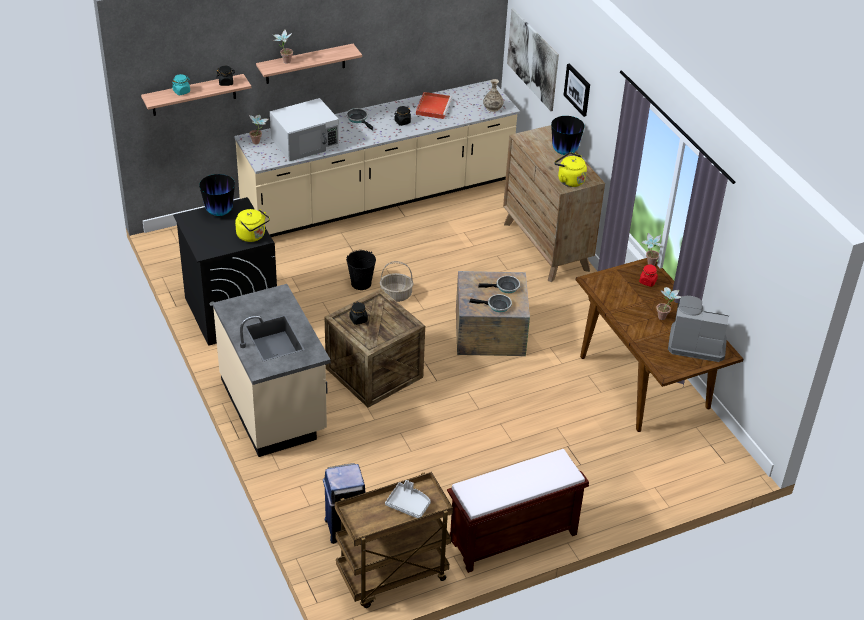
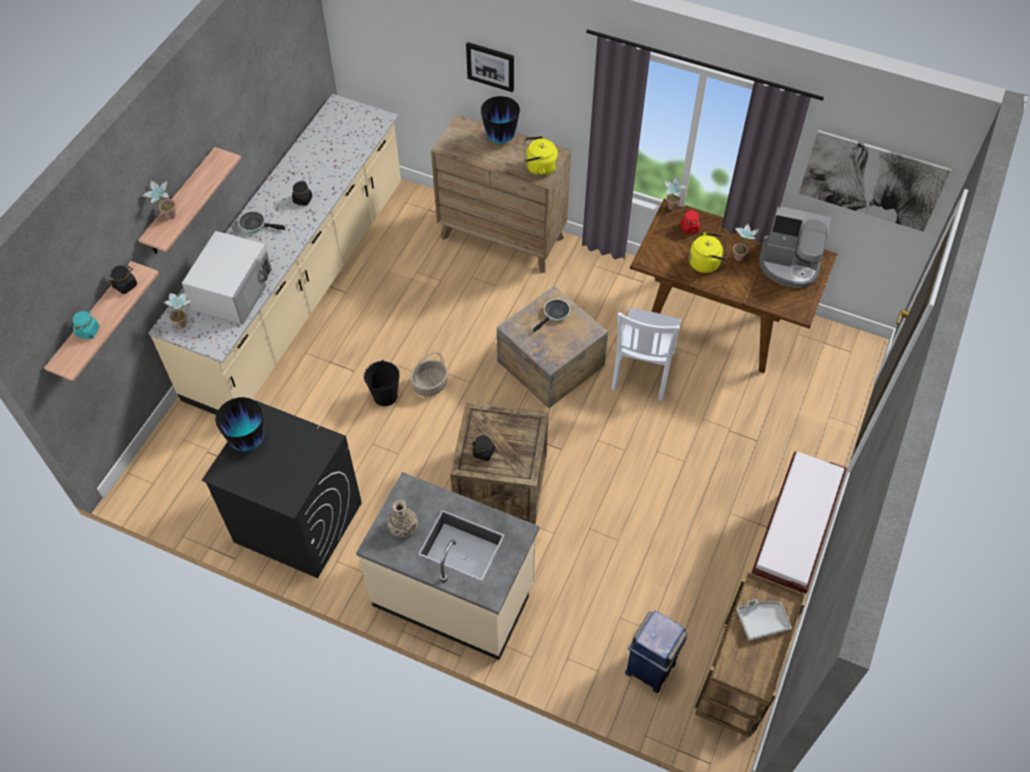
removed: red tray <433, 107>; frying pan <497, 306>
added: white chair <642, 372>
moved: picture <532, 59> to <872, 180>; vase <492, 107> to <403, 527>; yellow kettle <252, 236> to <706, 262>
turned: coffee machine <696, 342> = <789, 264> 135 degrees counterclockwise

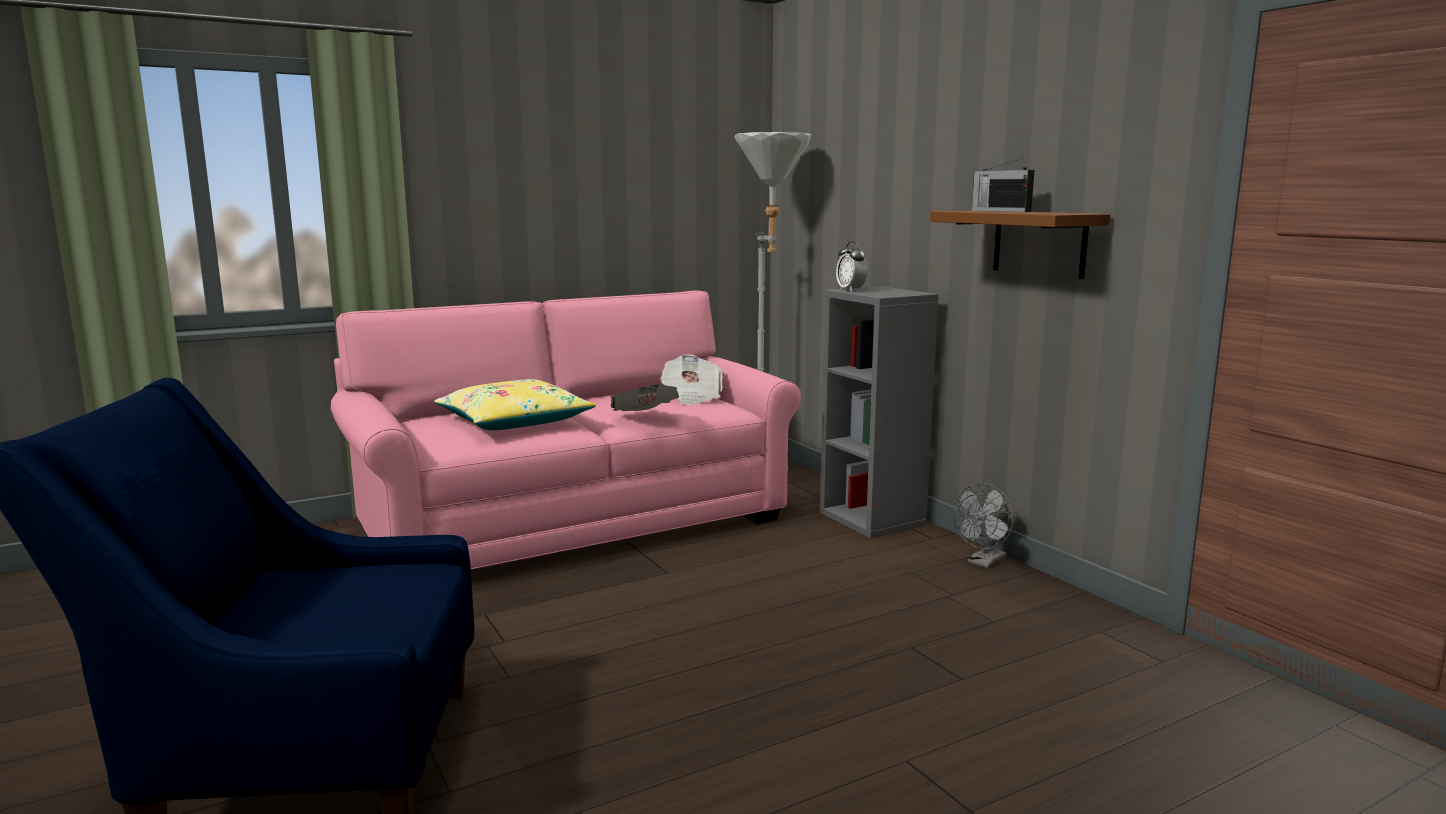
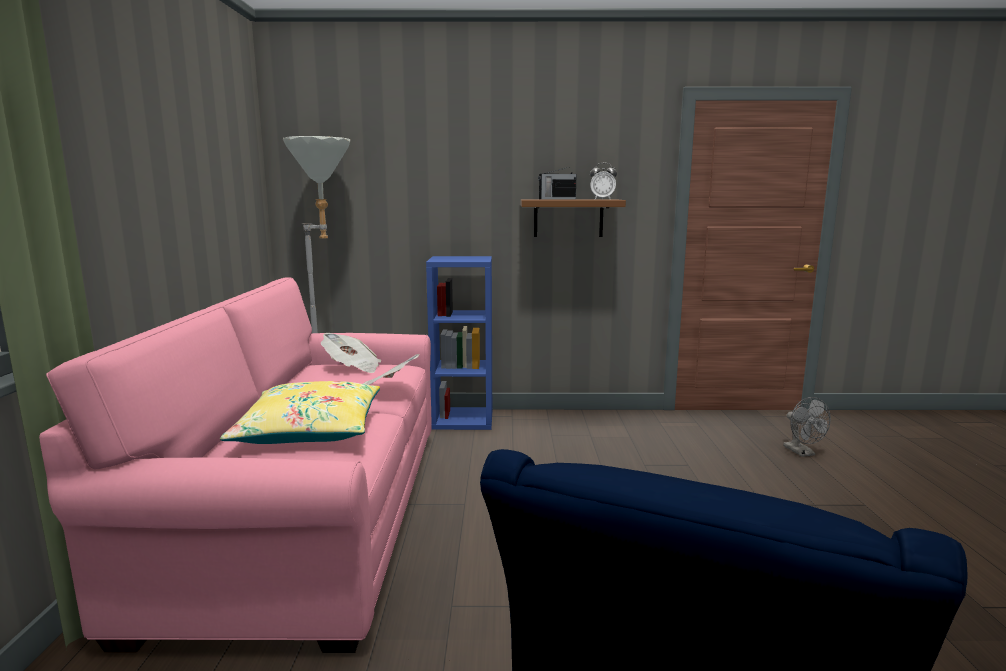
moved: alarm clock <851, 290> to <602, 199>; grey fan <984, 562> to <802, 453>
recoloured: grey bookcase <873, 519> to blue bookcase <463, 420>

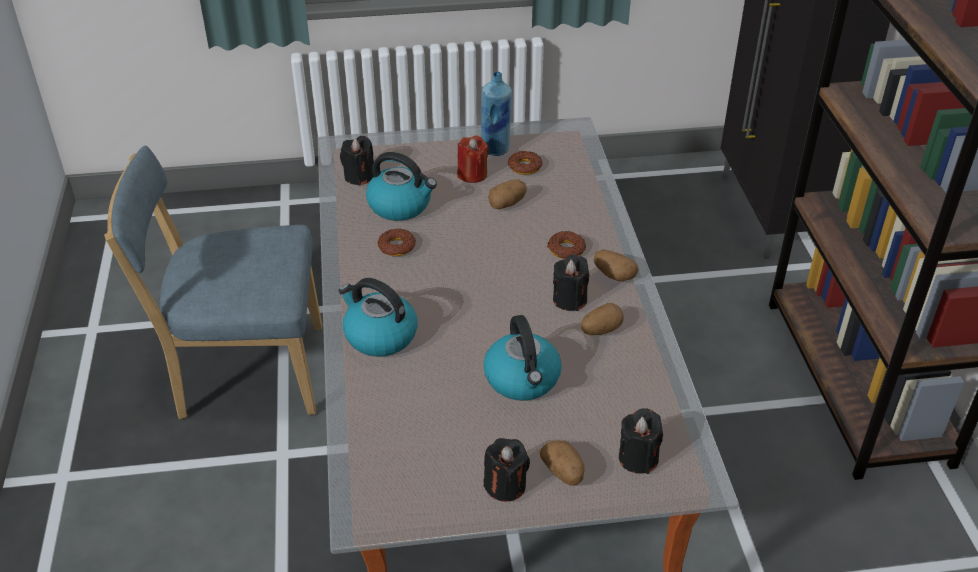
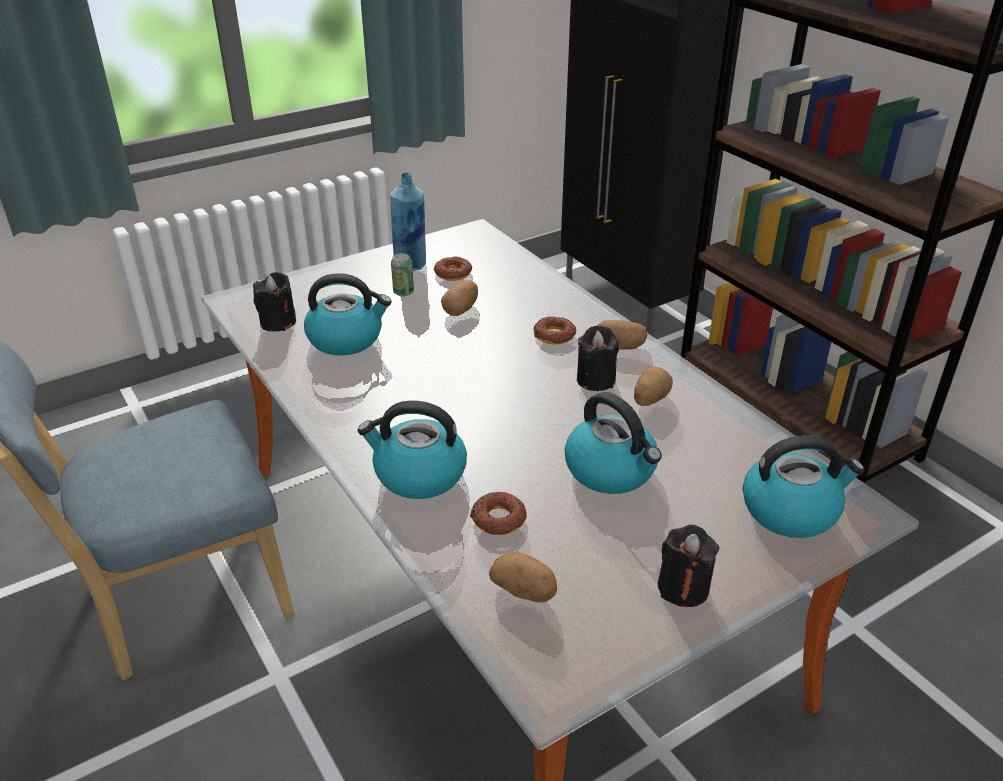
moved: donut <396, 247> to <498, 519>; potato <563, 472> to <524, 591>
replaced: red candle <472, 174> to can <403, 292>; black candle <638, 458> to kettle <791, 510>

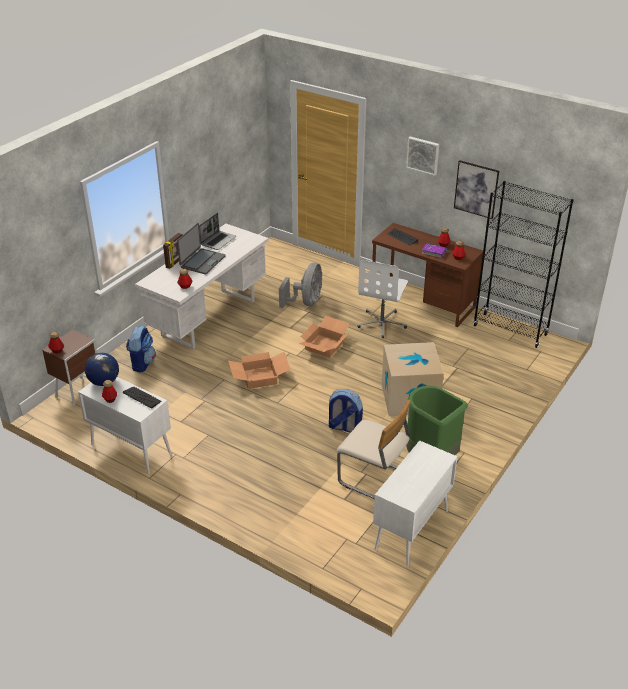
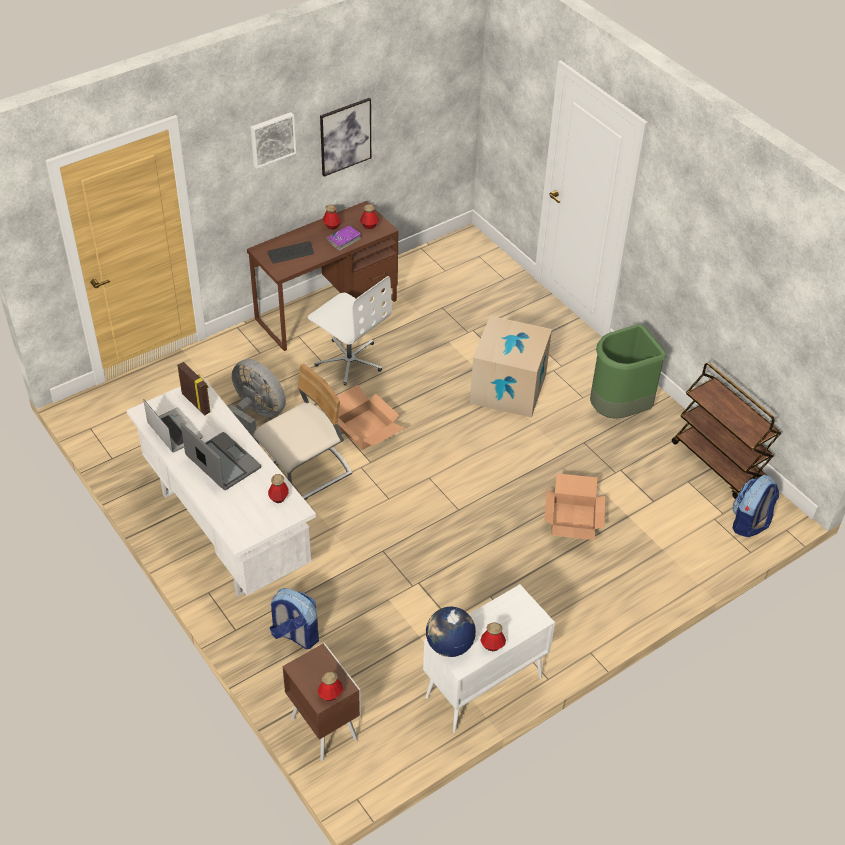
removed: black bookcase <510, 330>; keyboard <142, 397>
moved: picture frame <175, 262> to <196, 403>; cardboard box <259, 378> to <573, 521>; backpack <344, 427> to <749, 523>; beige chair <375, 480> to <306, 472>
replaced: white cabinet <411, 531> to brown cart <718, 463>

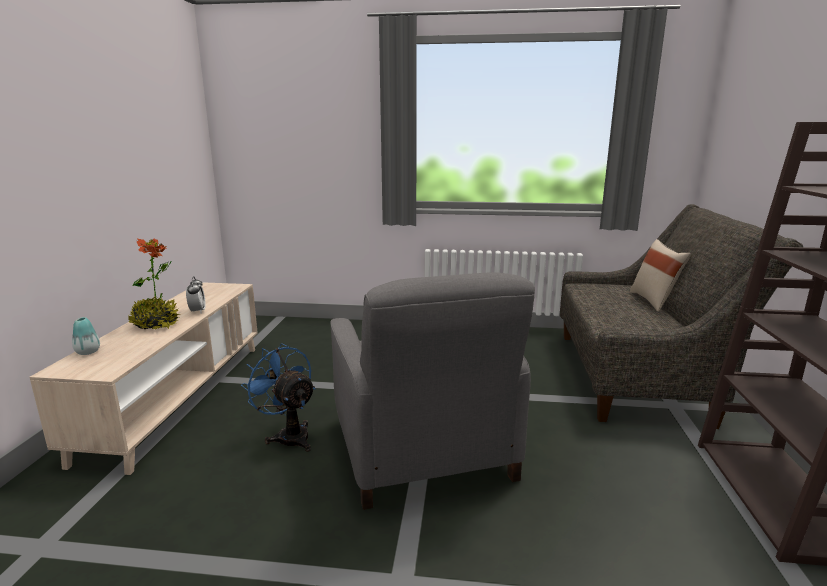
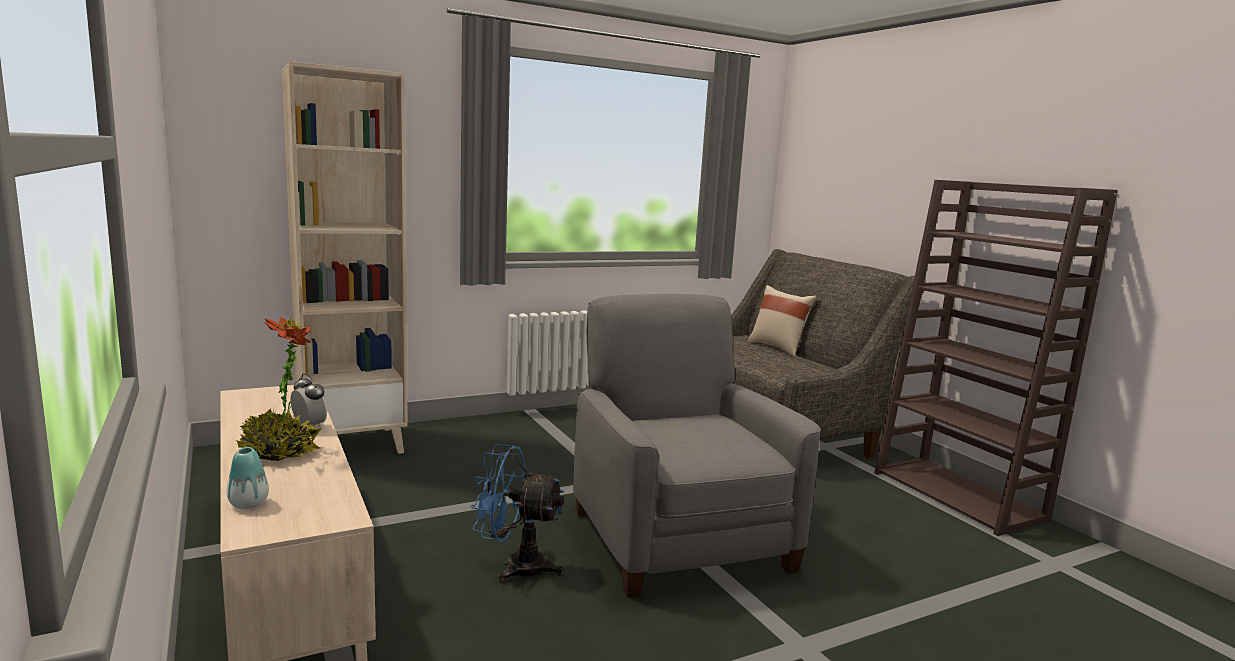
added: beige bookcase <352, 445>
turned: grey armchair <423, 450> = <678, 538> 150 degrees counterclockwise

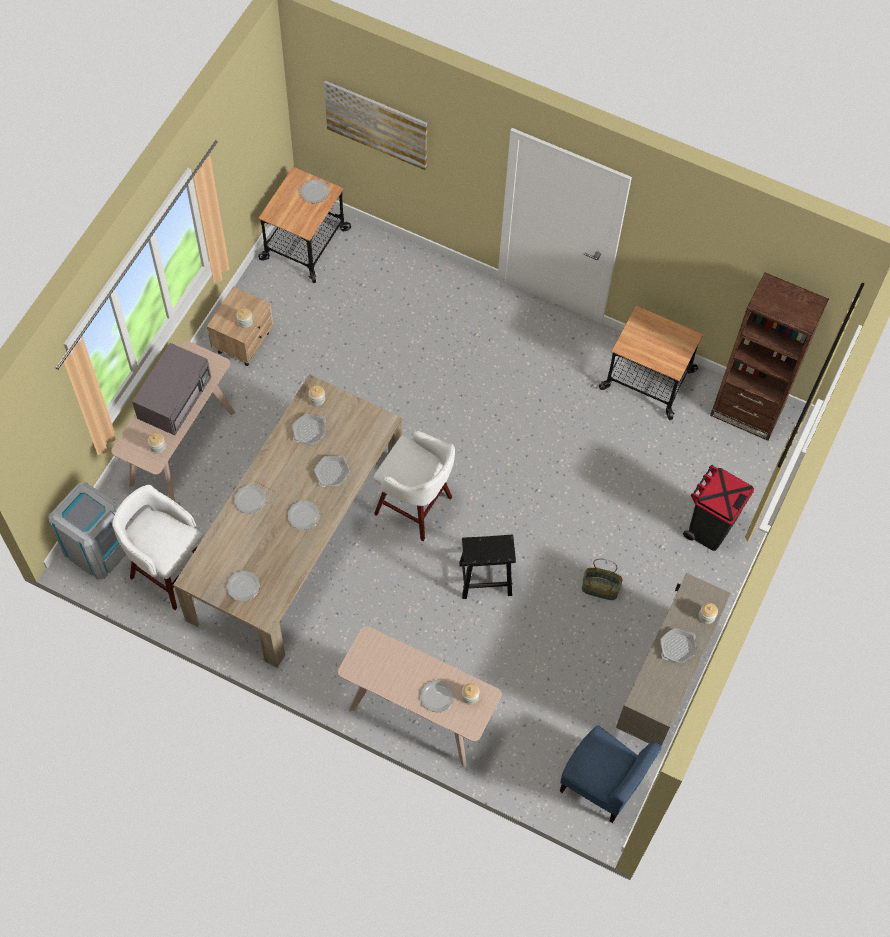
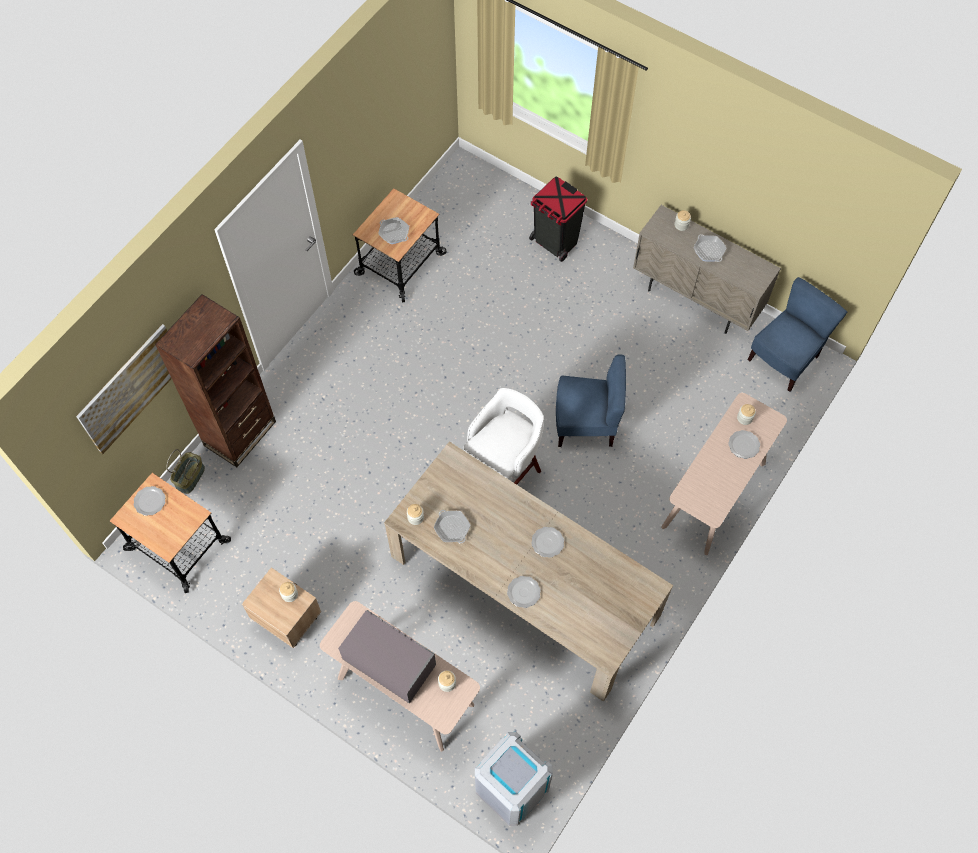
removed: white stool <169, 570>; plate <243, 586>
moved: brown bookcase <747, 411> to <240, 433>; frying pan <332, 473> to <394, 233>; basket <600, 588> to <190, 477>
replaced: black stool <484, 579> to blue chair <586, 424>

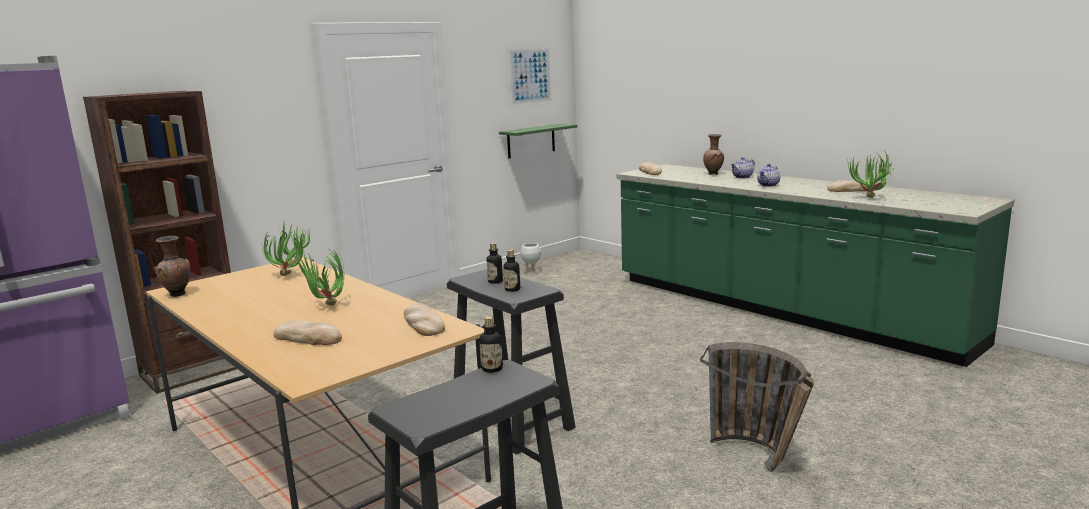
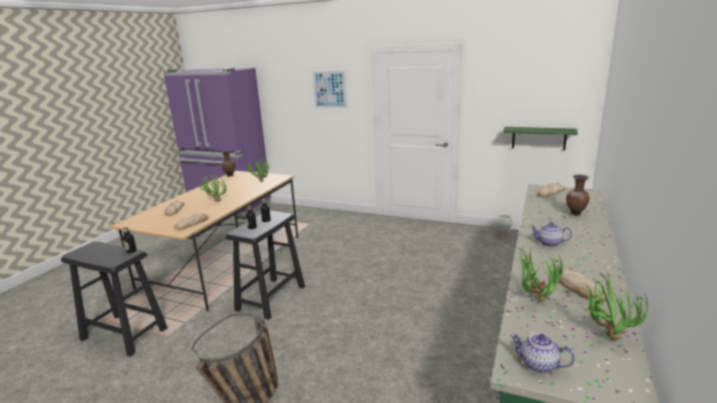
removed: brown bookcase <193, 371>
added: potted plant <605, 337>
moved: picture <530, 76> to <329, 89>; teapot <742, 177> to <538, 365>

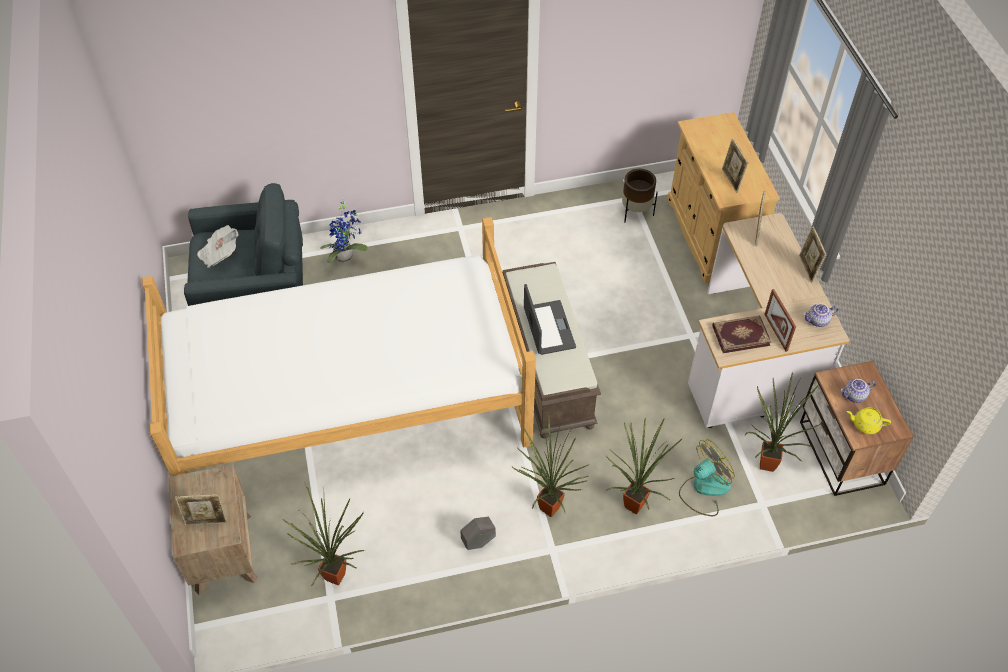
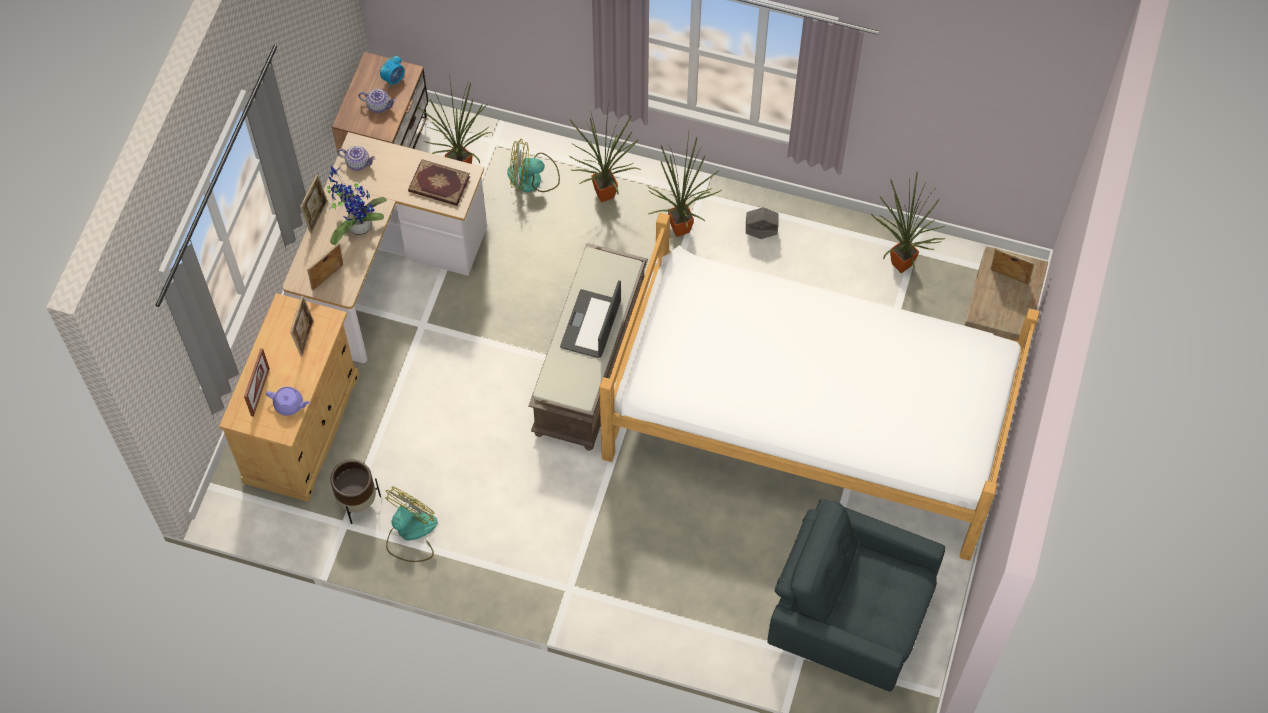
removed: newspaper <220, 254>
added: purple teapot <289, 404>; fan <410, 533>
moved: potted plant <346, 256> to <357, 225>; picture frame <775, 332> to <260, 392>
replaced: yellow teapot <865, 425> to alarm clock <394, 79>

